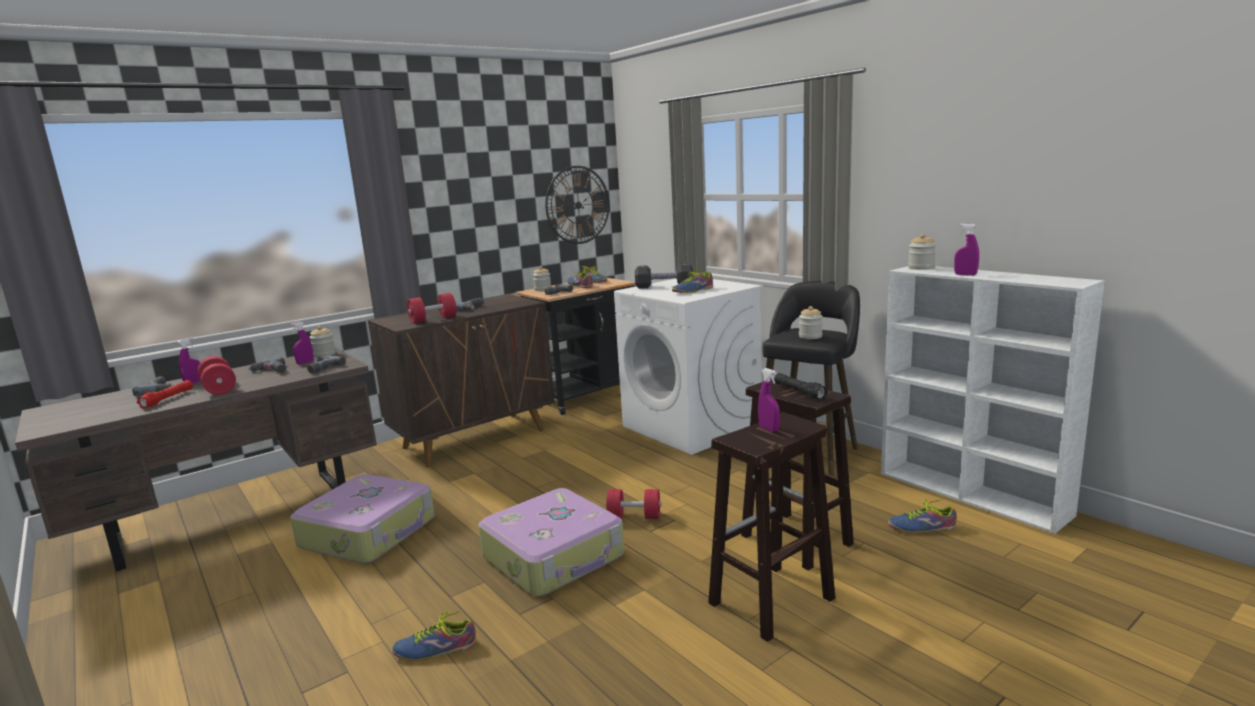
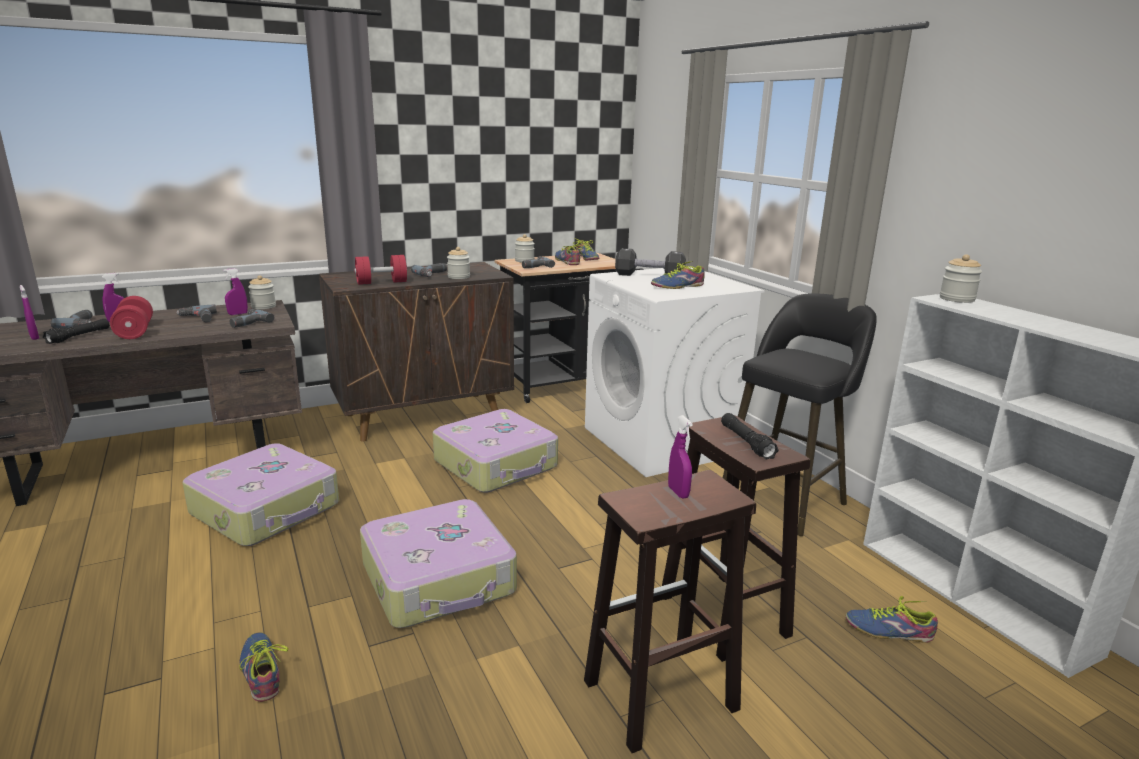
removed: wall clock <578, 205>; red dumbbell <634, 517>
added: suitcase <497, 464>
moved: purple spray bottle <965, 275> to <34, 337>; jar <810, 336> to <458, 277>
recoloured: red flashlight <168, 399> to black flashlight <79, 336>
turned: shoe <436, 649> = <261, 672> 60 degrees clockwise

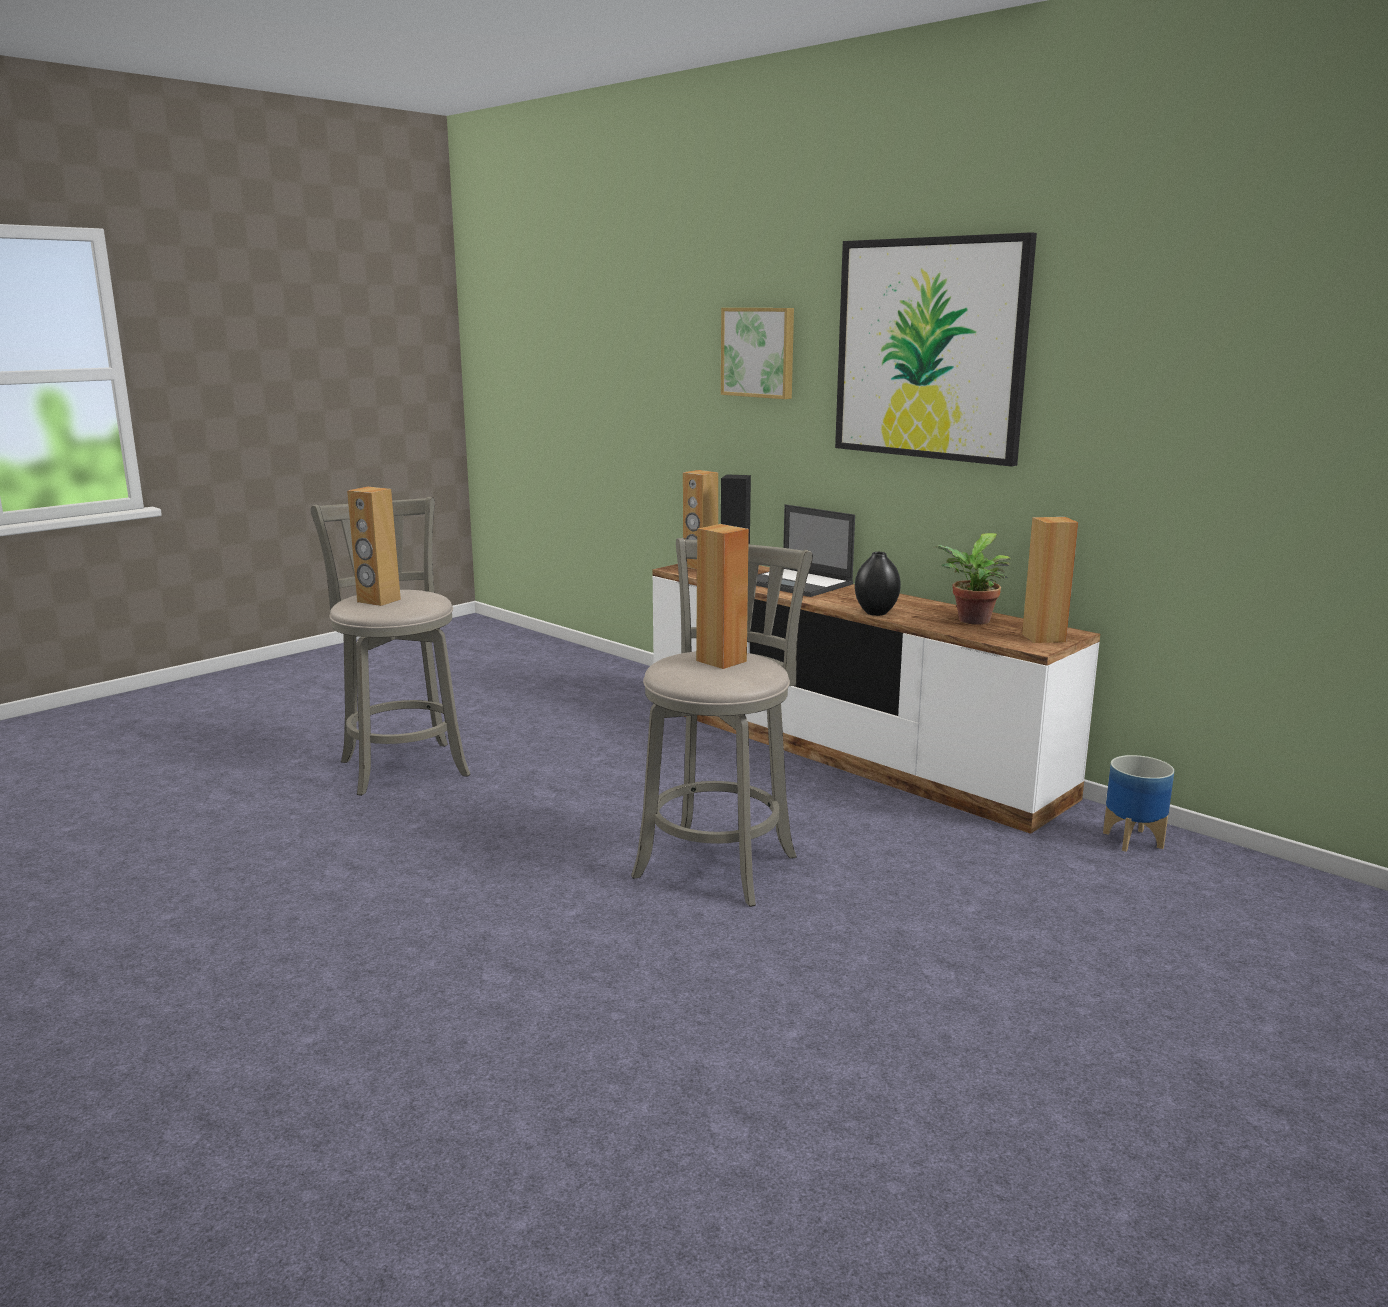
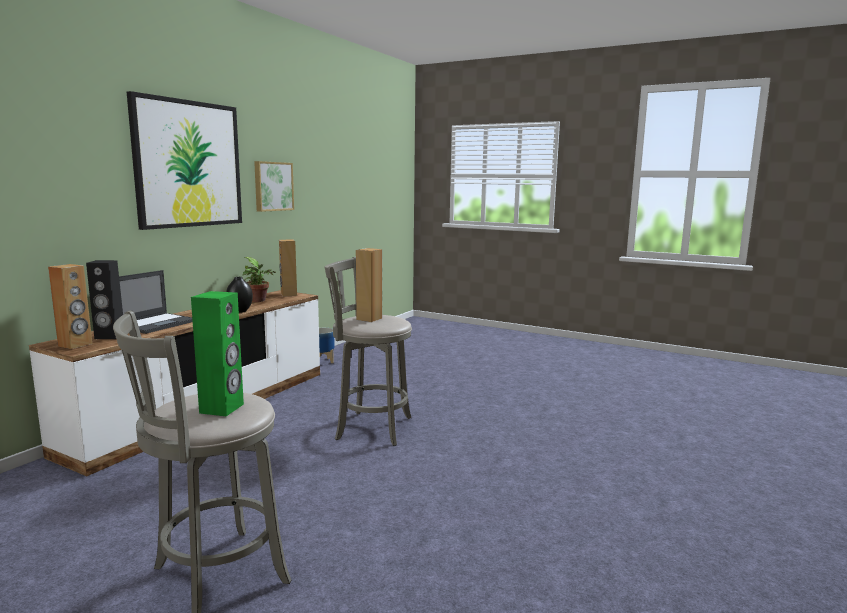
moved: picture <759, 352> to <272, 186>
recoloured: brown speaker <378, 601> to green speaker <222, 408>

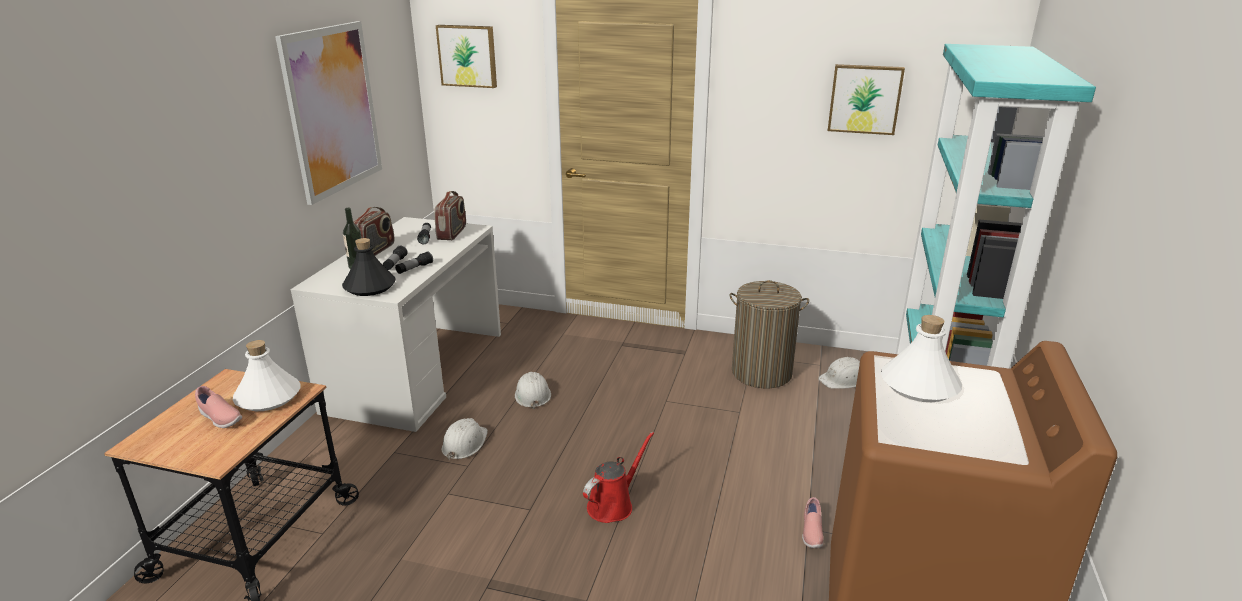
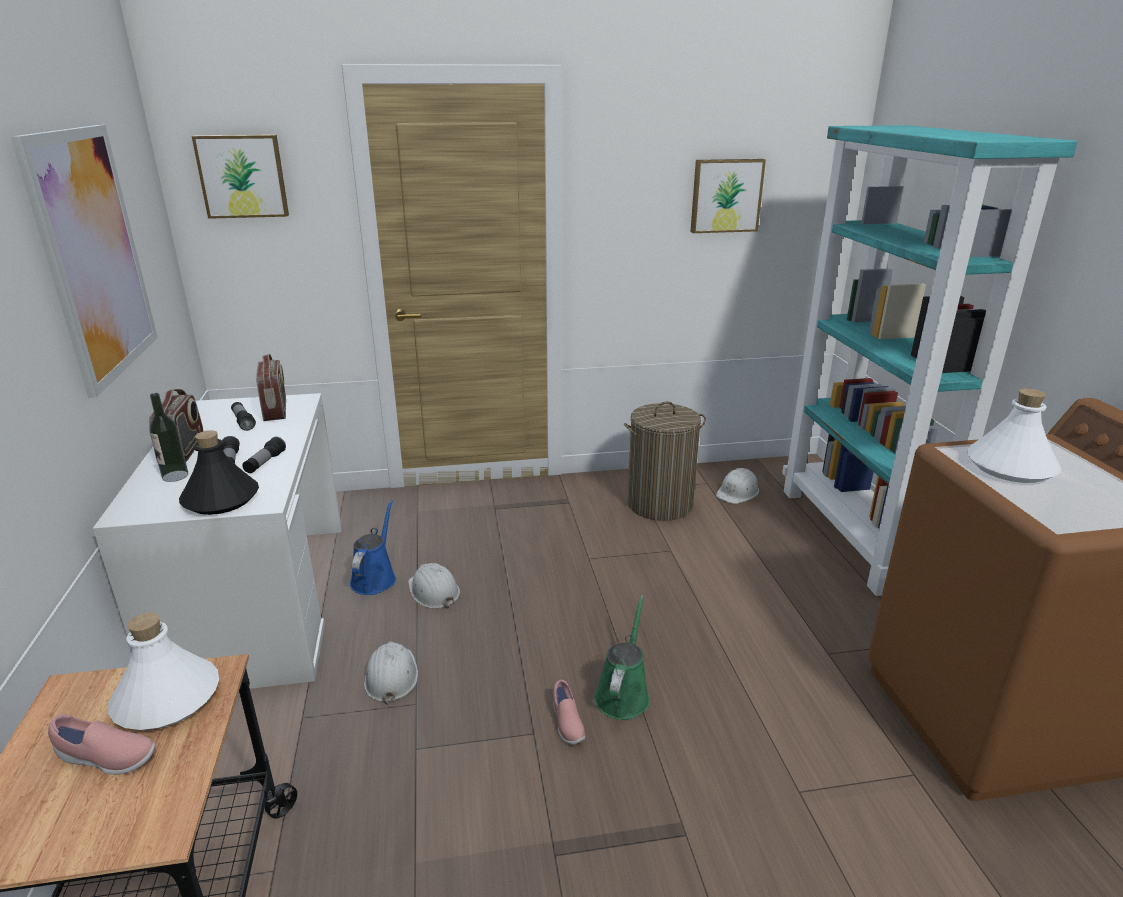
added: blue watering can <375, 578>
moved: pink shoe <811, 532> to <566, 723>
recoloured: red watering can <613, 504> to green watering can <623, 694>

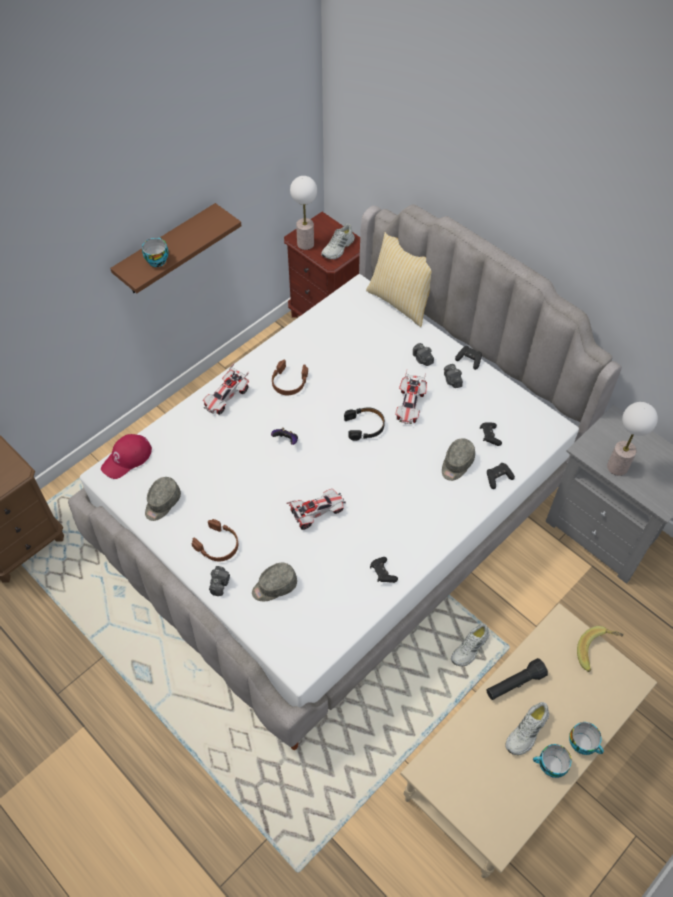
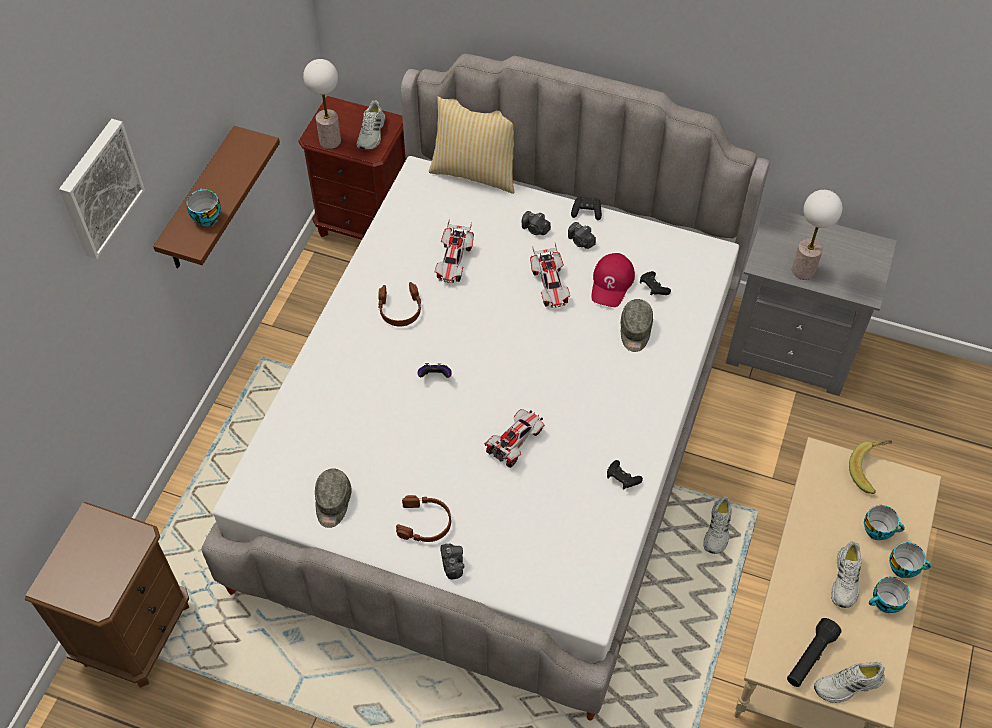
removed: black headphones <365, 426>; black game controller <498, 478>; grey cap <274, 586>
added: picture <98, 187>; cup <878, 530>; white shoe <848, 685>
moved: toy car <226, 398> to <454, 261>; red cap <127, 458> to <612, 283>; black flashlight <514, 684> to <810, 657>

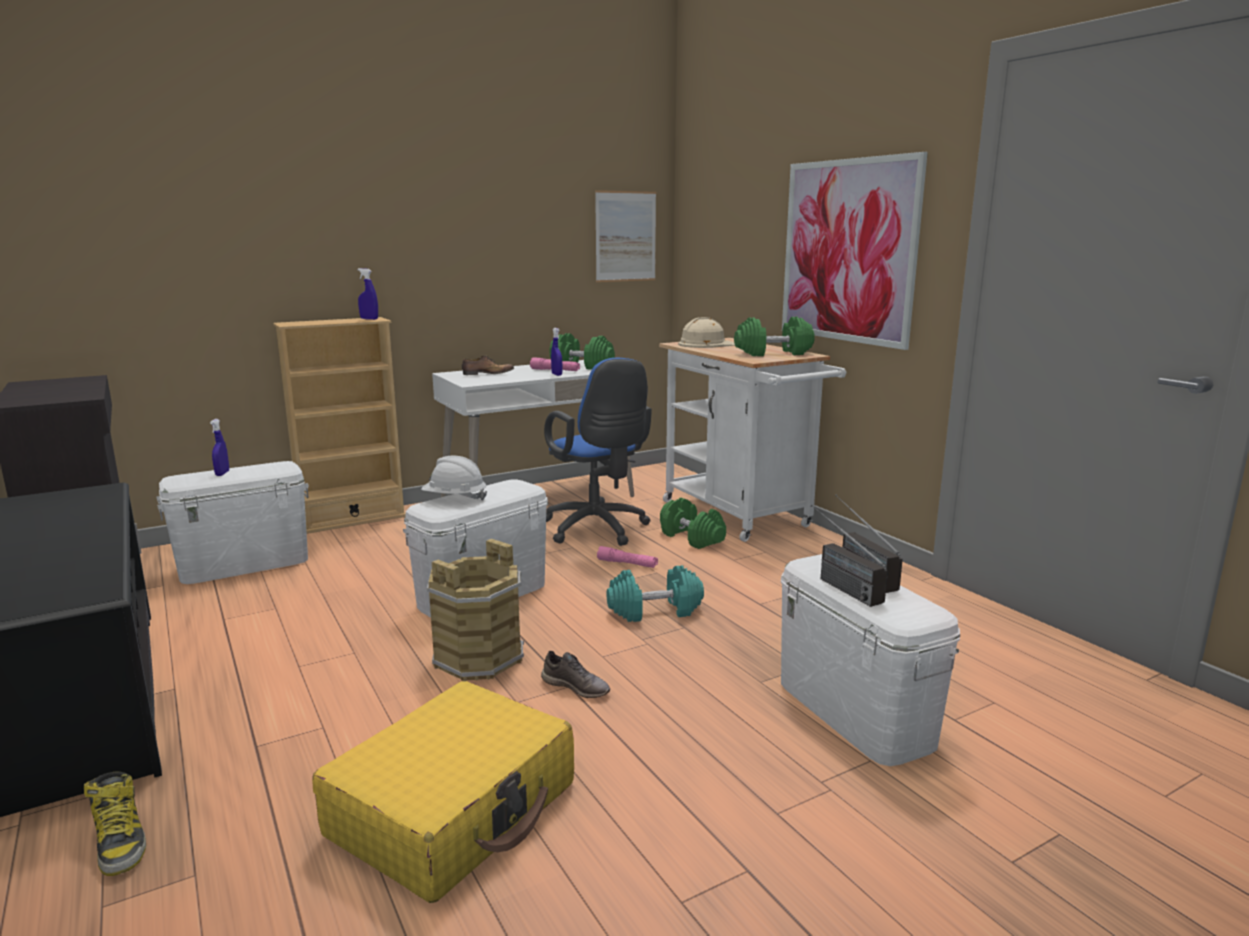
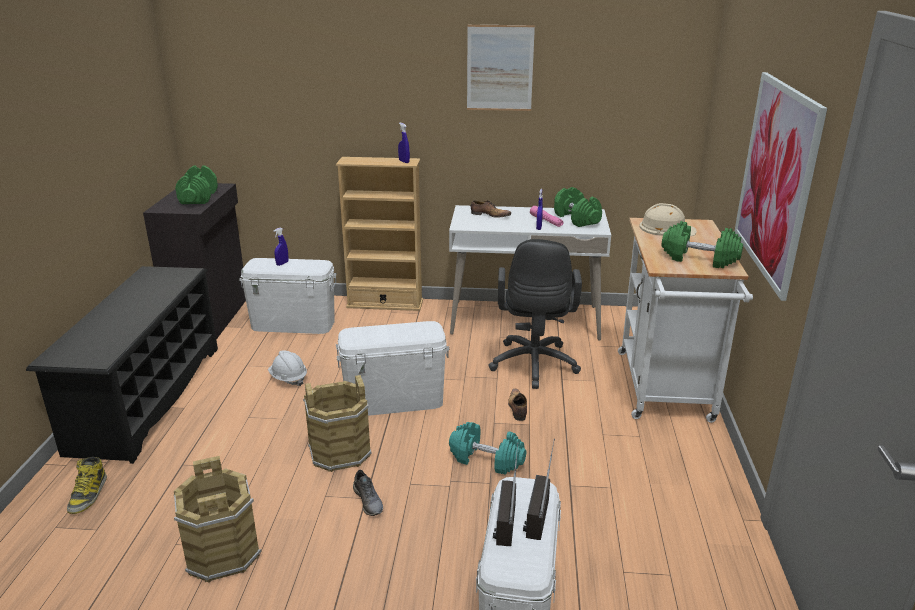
moved: picture <625, 236> to <500, 68>; white hard hat <454, 499> to <288, 378>; green dumbbell <692, 538> to <198, 197>
replaced: pink flashlight <627, 564> to shoe <517, 408>; yellow suitcase <454, 809> to brown bucket <223, 553>
recoloured: blue office chair <598, 530> to black office chair <533, 367>

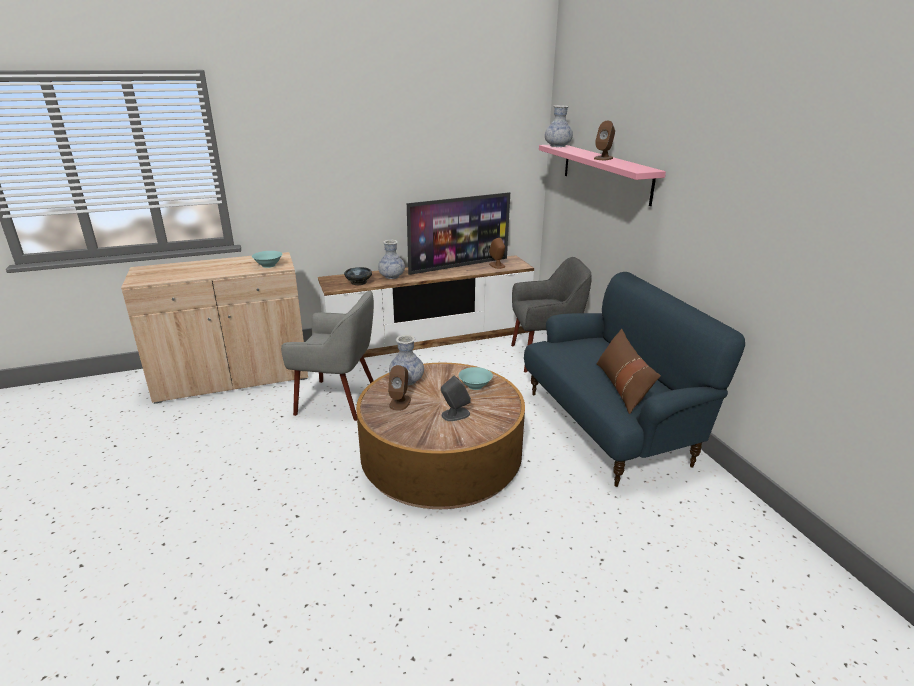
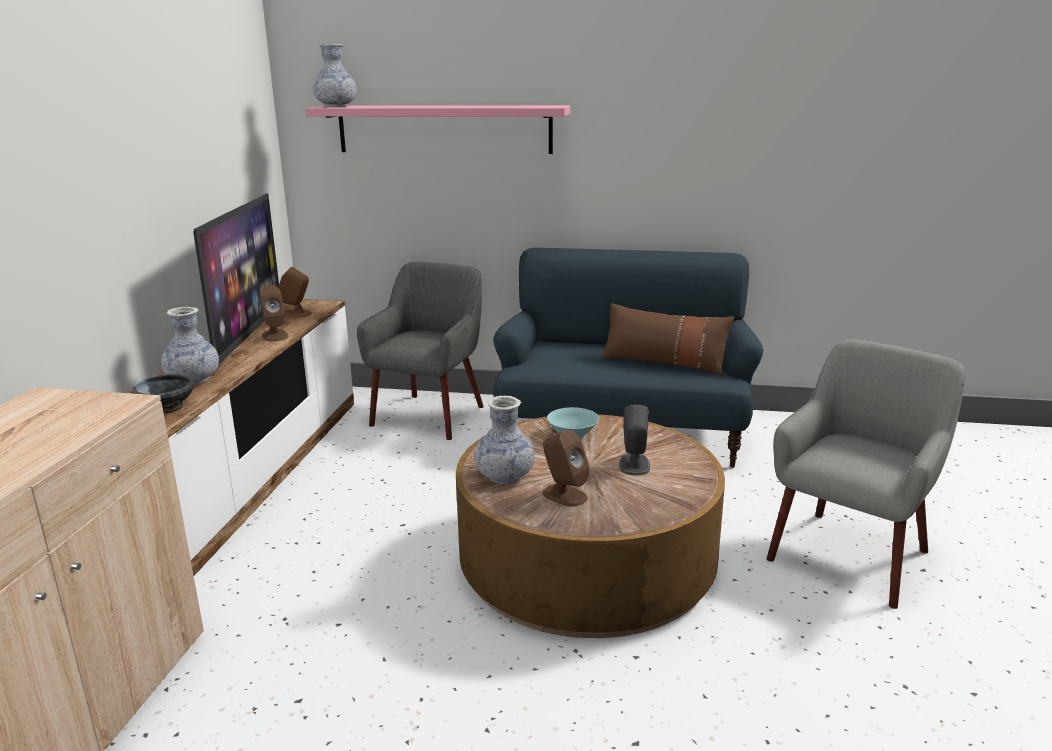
removed: turquoise bowl <268, 265>
moved: brown speaker <603, 158> to <275, 335>; grey armchair <338, 400> to <851, 555>

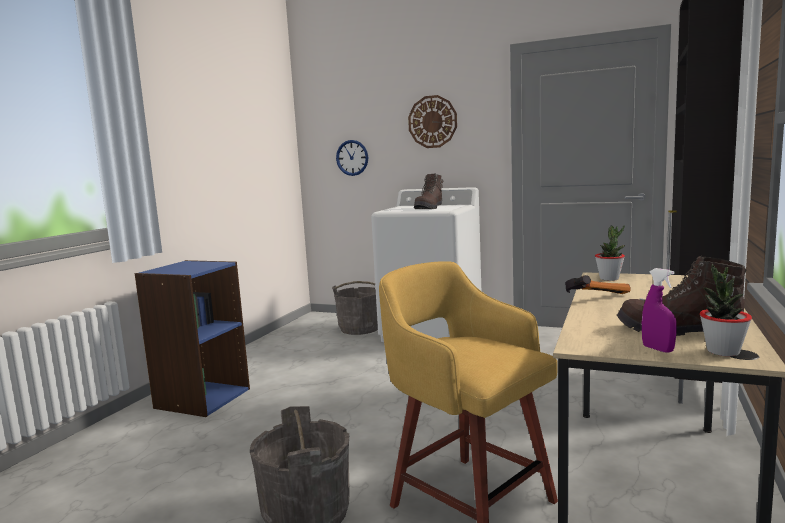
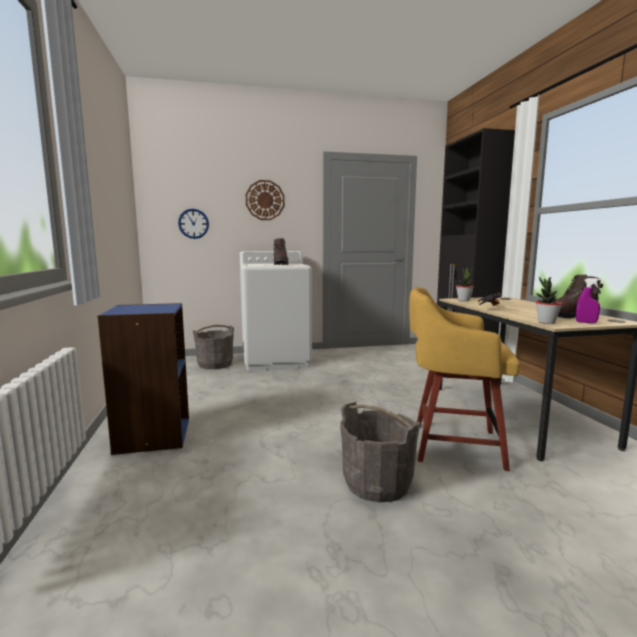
moved: potted plant <722, 351> to <546, 322>

